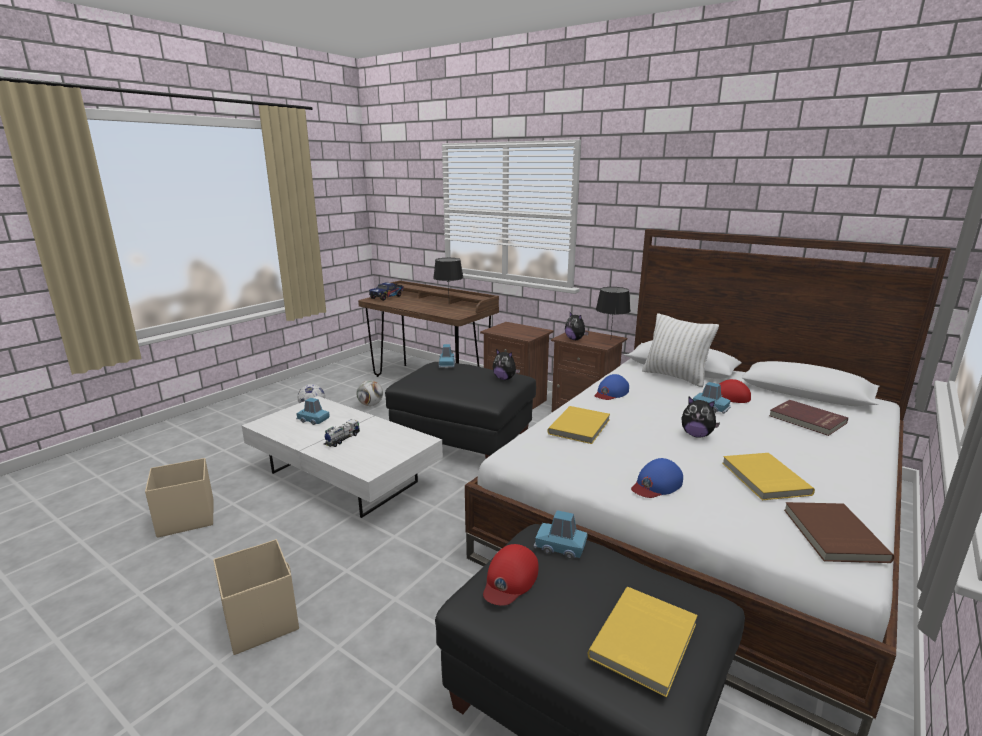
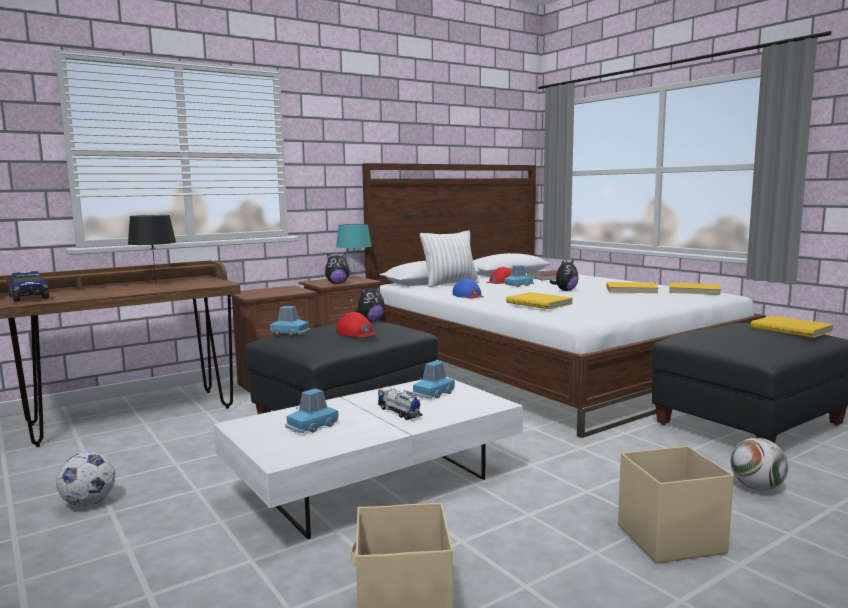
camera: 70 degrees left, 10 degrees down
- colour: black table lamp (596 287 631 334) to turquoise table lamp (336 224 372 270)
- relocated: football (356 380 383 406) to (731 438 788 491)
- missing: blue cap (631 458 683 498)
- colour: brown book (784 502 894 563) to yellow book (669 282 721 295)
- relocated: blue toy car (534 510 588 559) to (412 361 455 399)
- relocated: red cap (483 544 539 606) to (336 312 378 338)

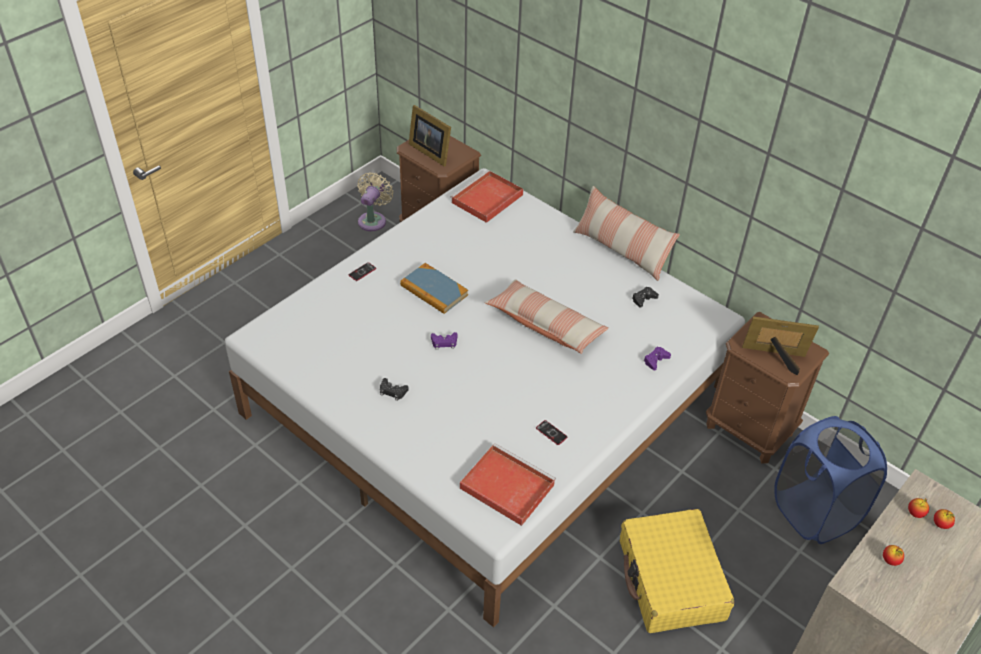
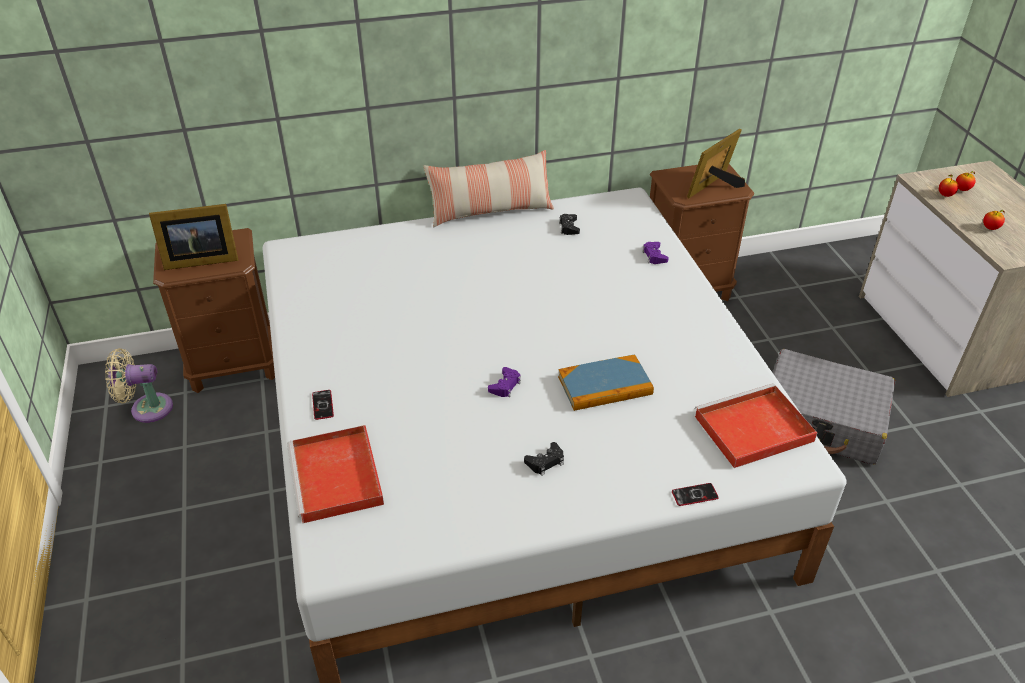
camera: 55 degrees left, 5 degrees down
- relocated: red tray (450 170 523 223) to (287 425 384 523)
- spun: beige fan (358 172 393 231) = (105 348 173 423) 60 degrees counterclockwise
- relocated: book (400 263 468 314) to (558 355 654 411)
- missing: pillow (484 279 609 354)
- missing: blue laundry basket (774 416 887 544)
- relocated: phone (536 420 568 445) to (672 483 719 506)
- colour: yellow suitcase (620 509 734 633) to grey suitcase (773 349 896 465)

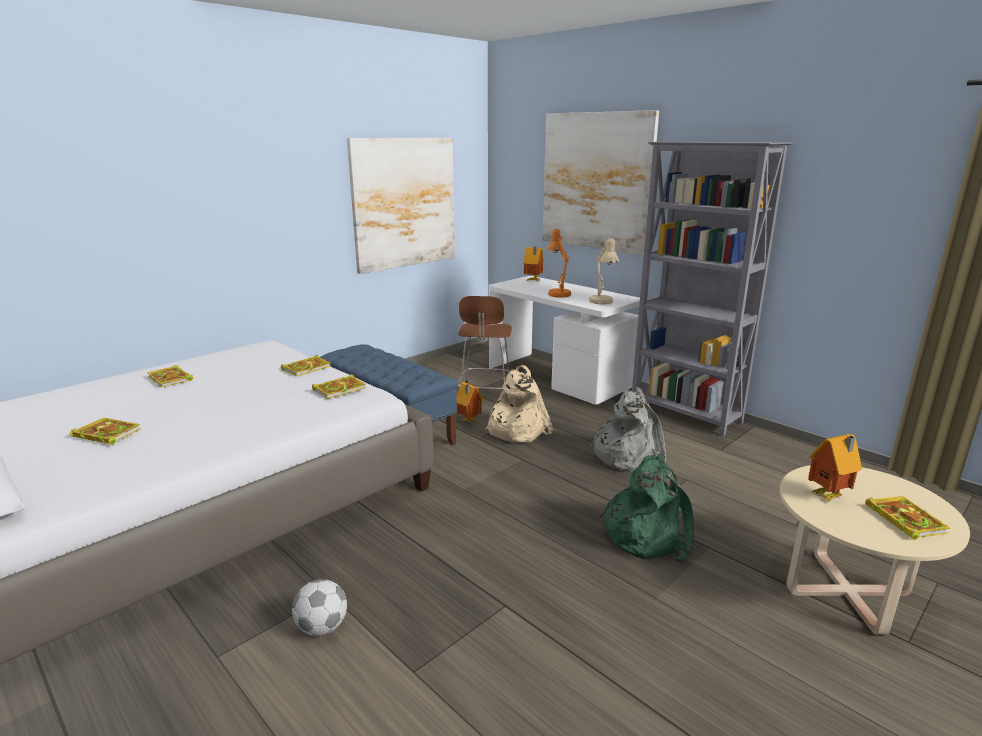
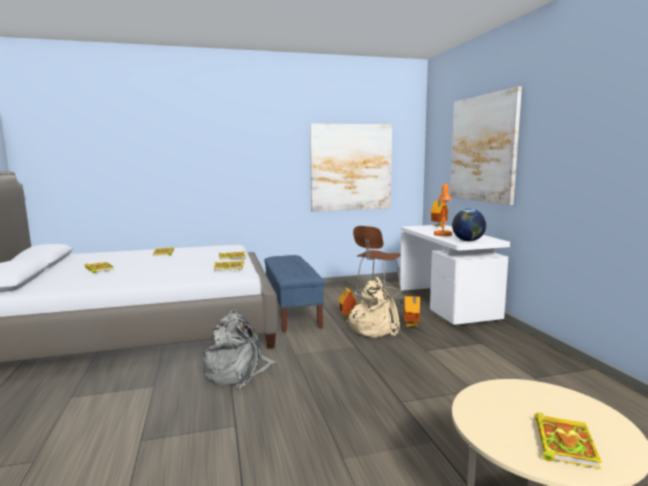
camera: 30 degrees right, 10 degrees down
- missing: grey bookcase (632 142 792 436)
- exchanged: beige table lamp (589 238 619 305) to globe (452 209 486 241)
- relocated: grey backpack (589 387 666 472) to (202 309 278 389)
- relocated: toy house (808 434 862 501) to (404 296 420 327)
- missing: green backpack (600 454 694 562)
- missing: football (292 579 347 636)

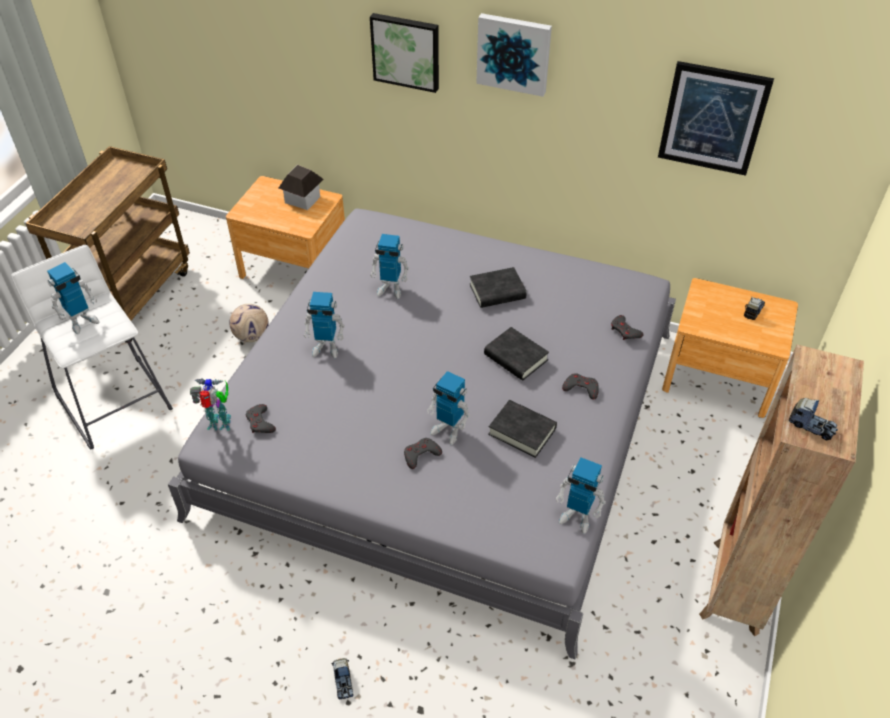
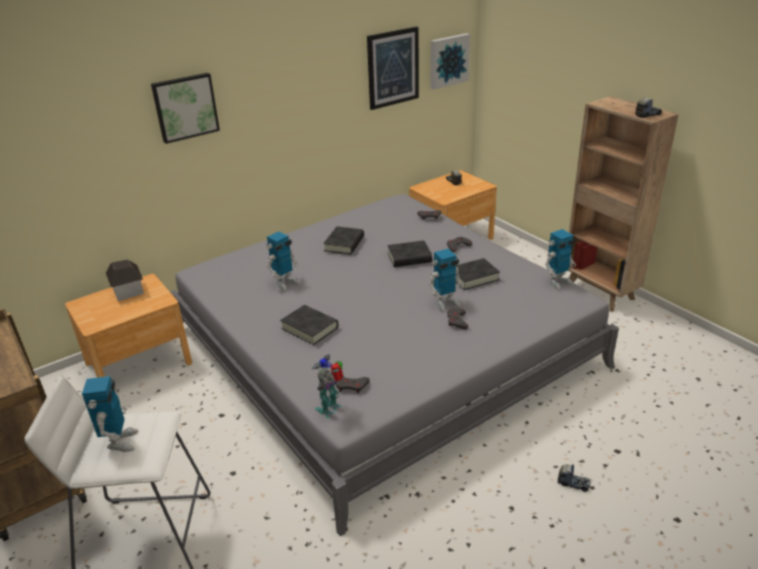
camera: 55 degrees left, 15 degrees down
- relocated: picture (476 13 552 97) to (431 33 470 90)
- exchanged: toy robot (304 292 345 358) to black book (280 305 338 345)
- missing: football (229 304 269 342)

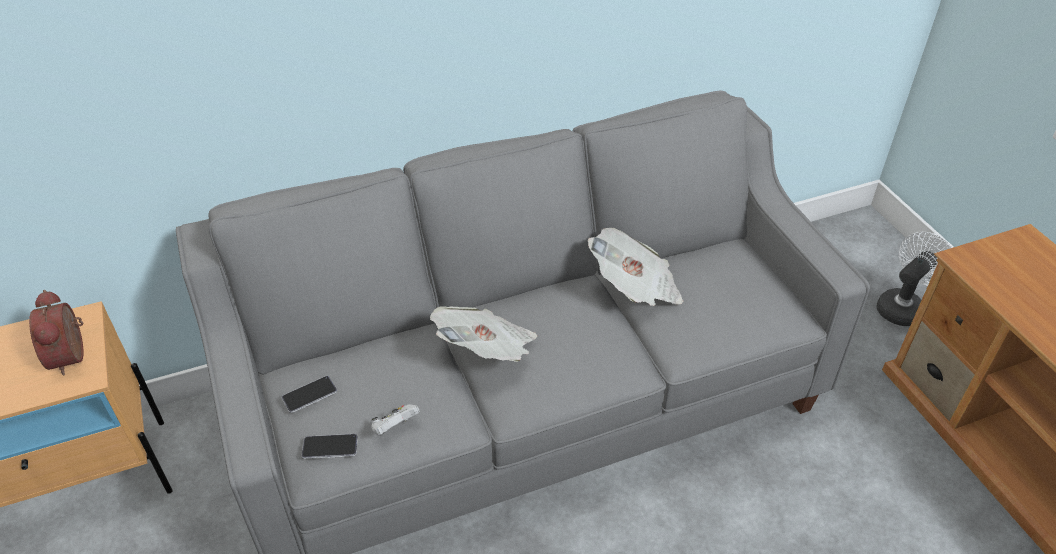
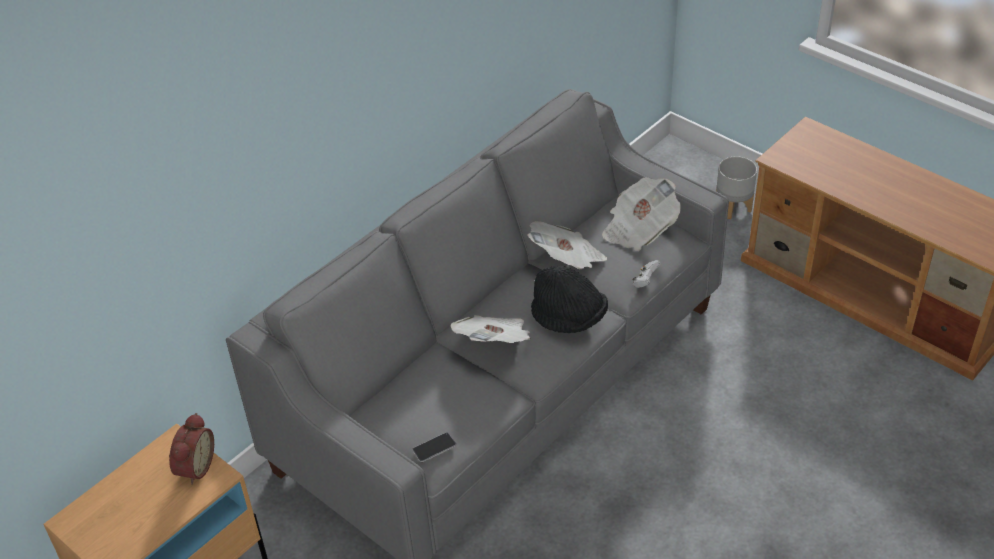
camera: 25 degrees left, 0 degrees up
- exchanged: white fan (876 232 953 326) to grey planter (716 156 757 219)
- spun: alarm clock (29 290 83 376) = (169 413 214 485) 120 degrees counterclockwise
- missing: phone (282 376 337 413)
- relocated: white game controller (371 404 420 435) to (633 260 661 288)
- appeared: newspaper (602 177 681 251)
- appeared: black hat (531 266 608 333)

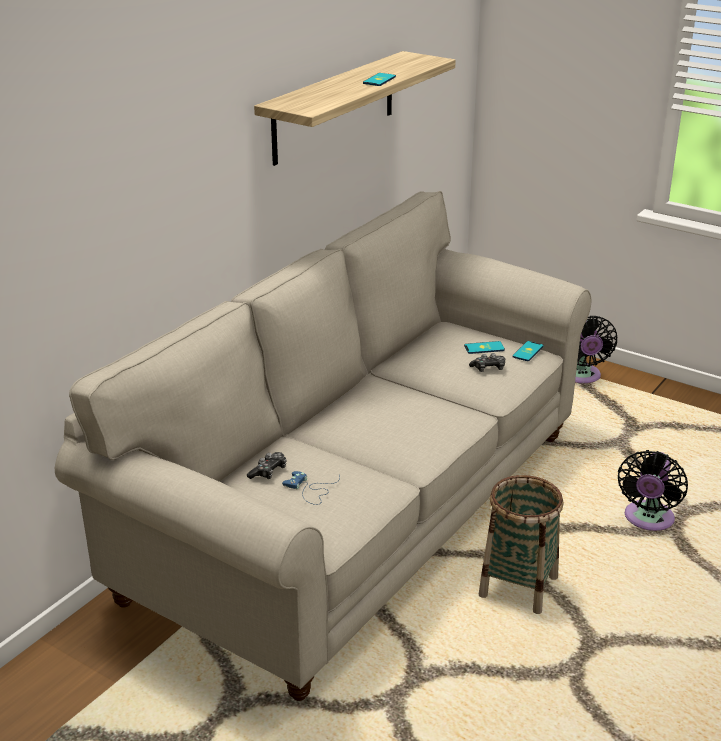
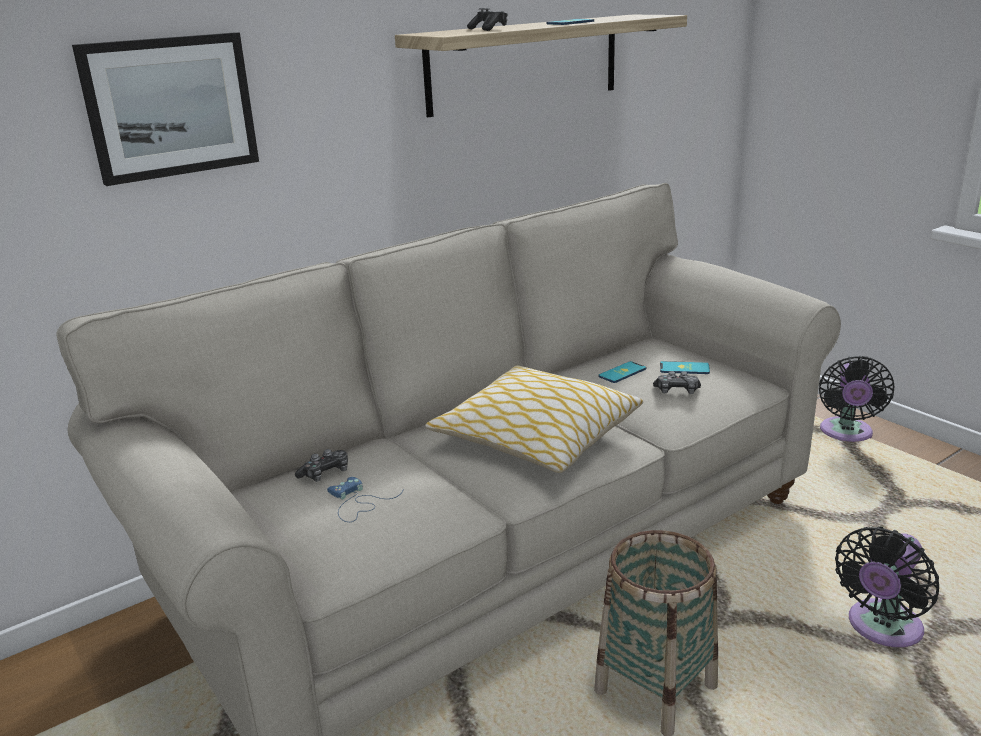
camera: 20 degrees right, 5 degrees down
- relocated: phone (513 341 544 361) to (599 361 646 383)
- appeared: game controller (467 8 508 31)
- appeared: picture (72 32 259 186)
- appeared: pillow (425 365 643 473)

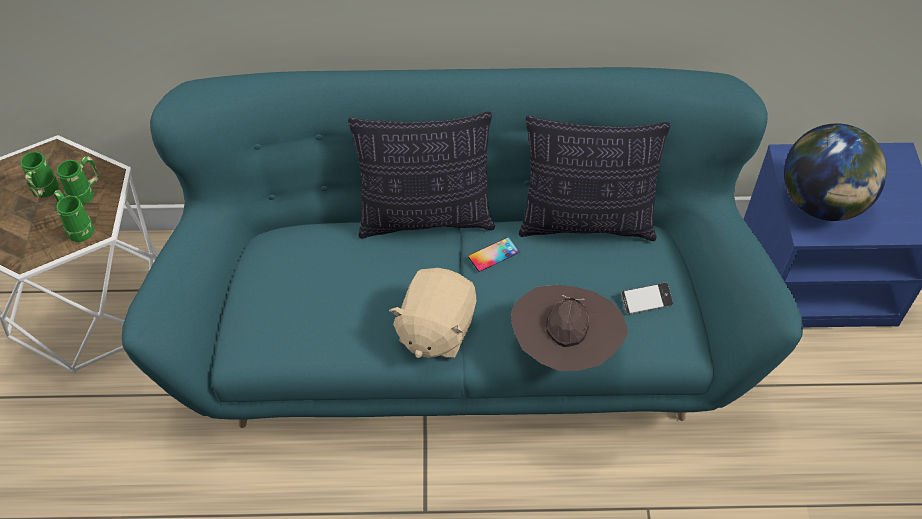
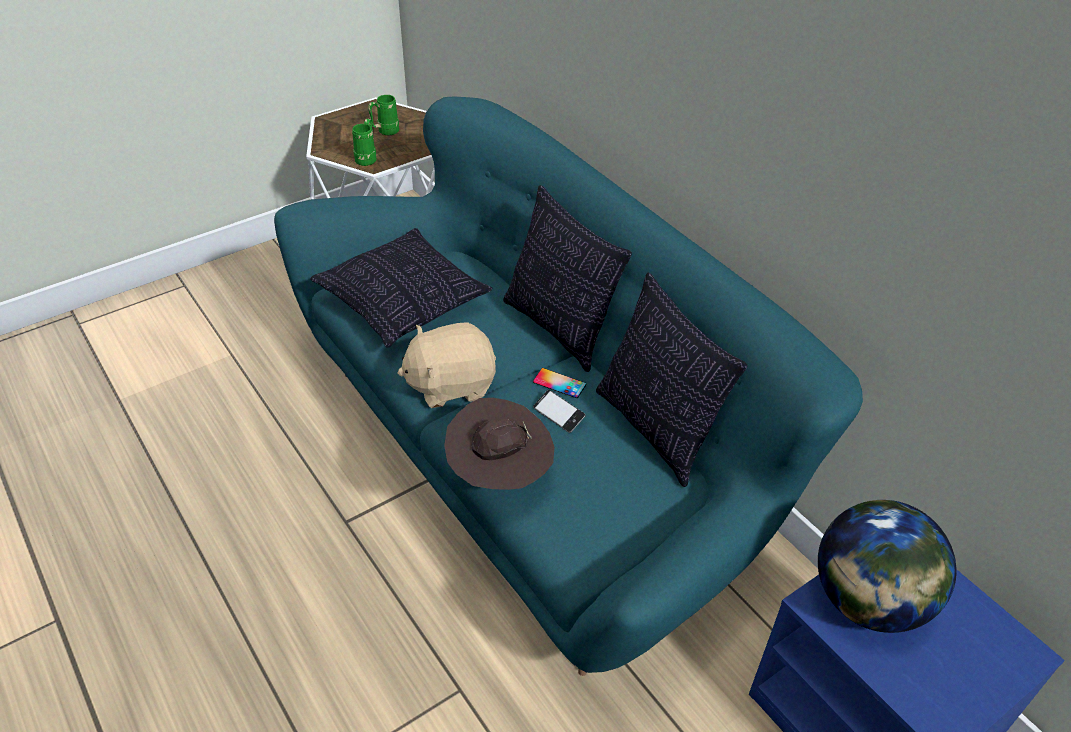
camera: 55 degrees right, 10 degrees down
- missing: green mug (57 156 99 205)
- relocated: phone (621 283 673 315) to (533 390 586 433)
- appeared: pillow (310 228 493 348)

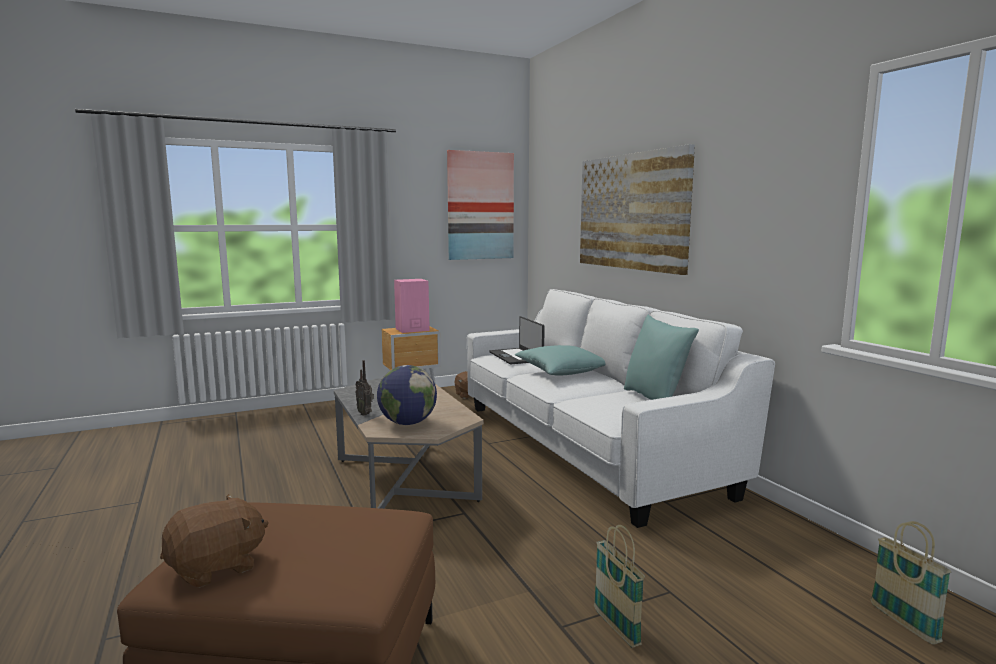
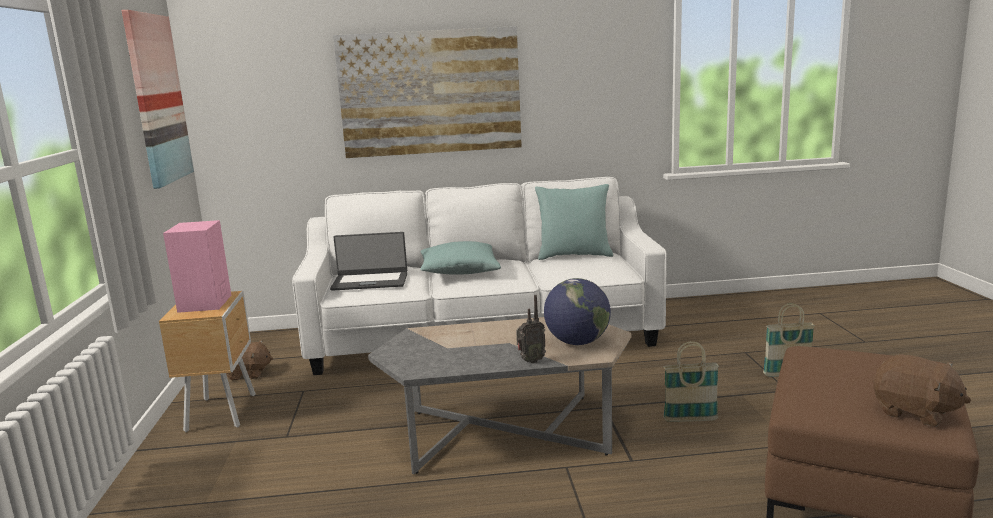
camera: 70 degrees left, 5 degrees up
- spun: brown plush toy (160 494 268 588) = (873 354 971 427) 150 degrees clockwise
- relocated: basket (871 521 951 644) to (663 341 719 422)

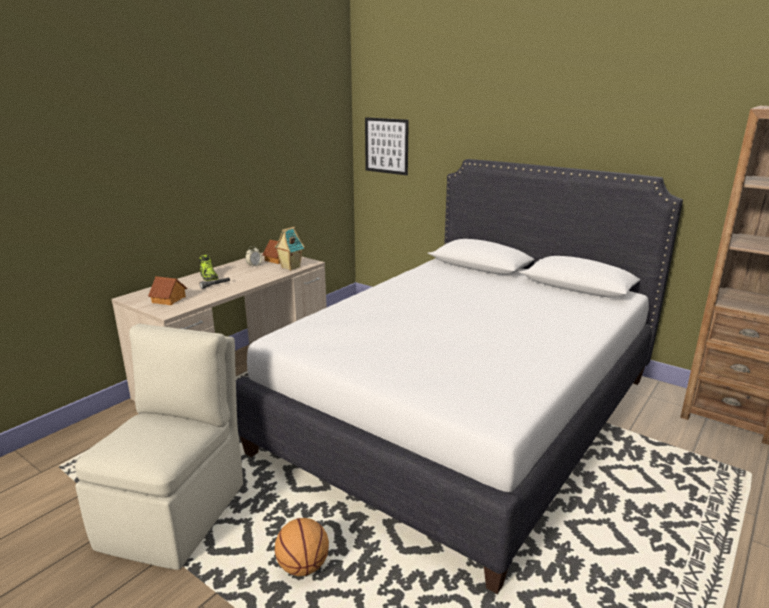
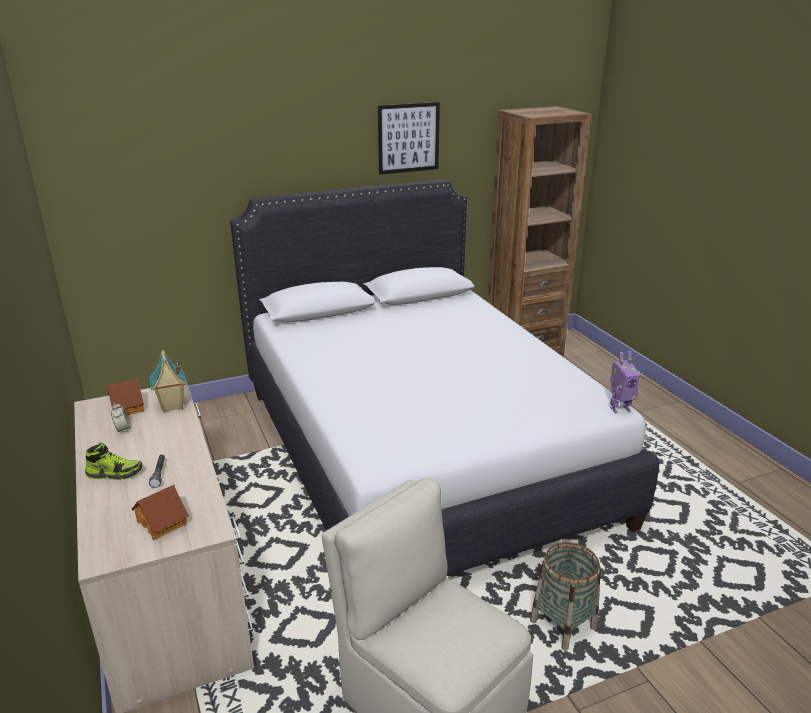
camera: 60 degrees left, 5 degrees up
- relocated: picture (365 117 409 175) to (378 102 440 175)
- exchanged: basketball (275 518 329 576) to basket (530 542 601 651)
- appeared: toy robot (610 351 641 413)

